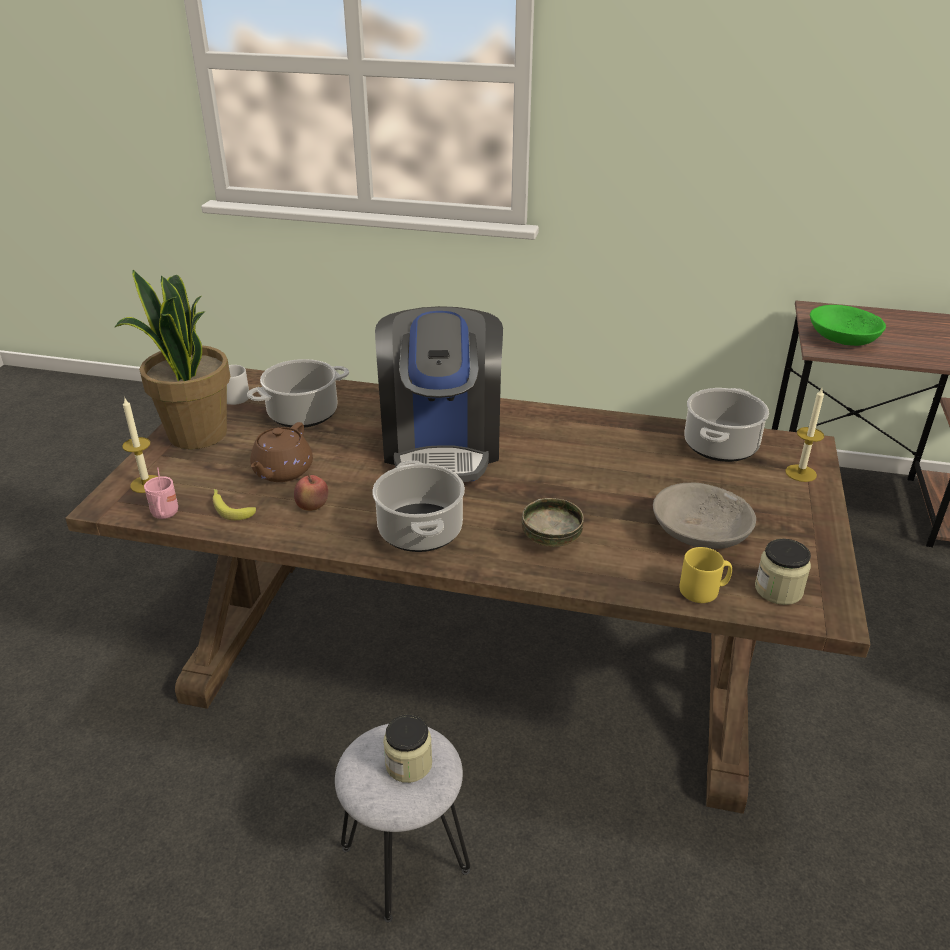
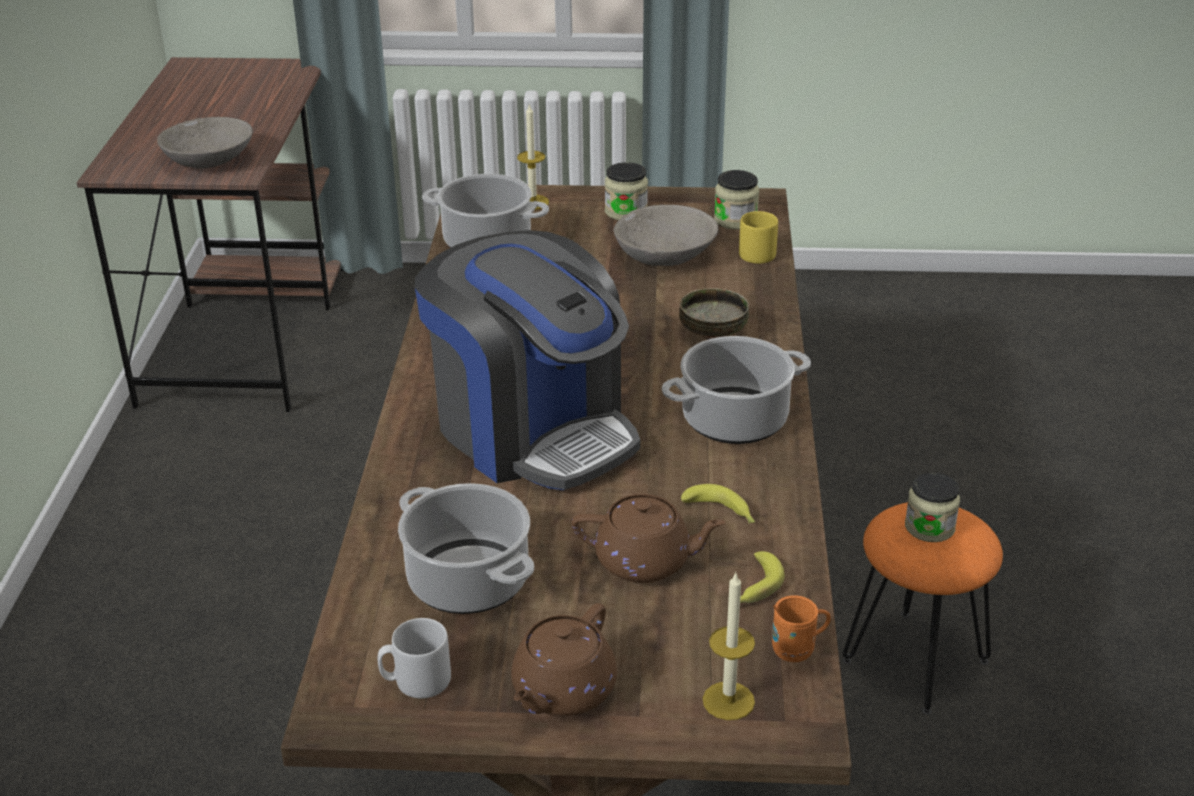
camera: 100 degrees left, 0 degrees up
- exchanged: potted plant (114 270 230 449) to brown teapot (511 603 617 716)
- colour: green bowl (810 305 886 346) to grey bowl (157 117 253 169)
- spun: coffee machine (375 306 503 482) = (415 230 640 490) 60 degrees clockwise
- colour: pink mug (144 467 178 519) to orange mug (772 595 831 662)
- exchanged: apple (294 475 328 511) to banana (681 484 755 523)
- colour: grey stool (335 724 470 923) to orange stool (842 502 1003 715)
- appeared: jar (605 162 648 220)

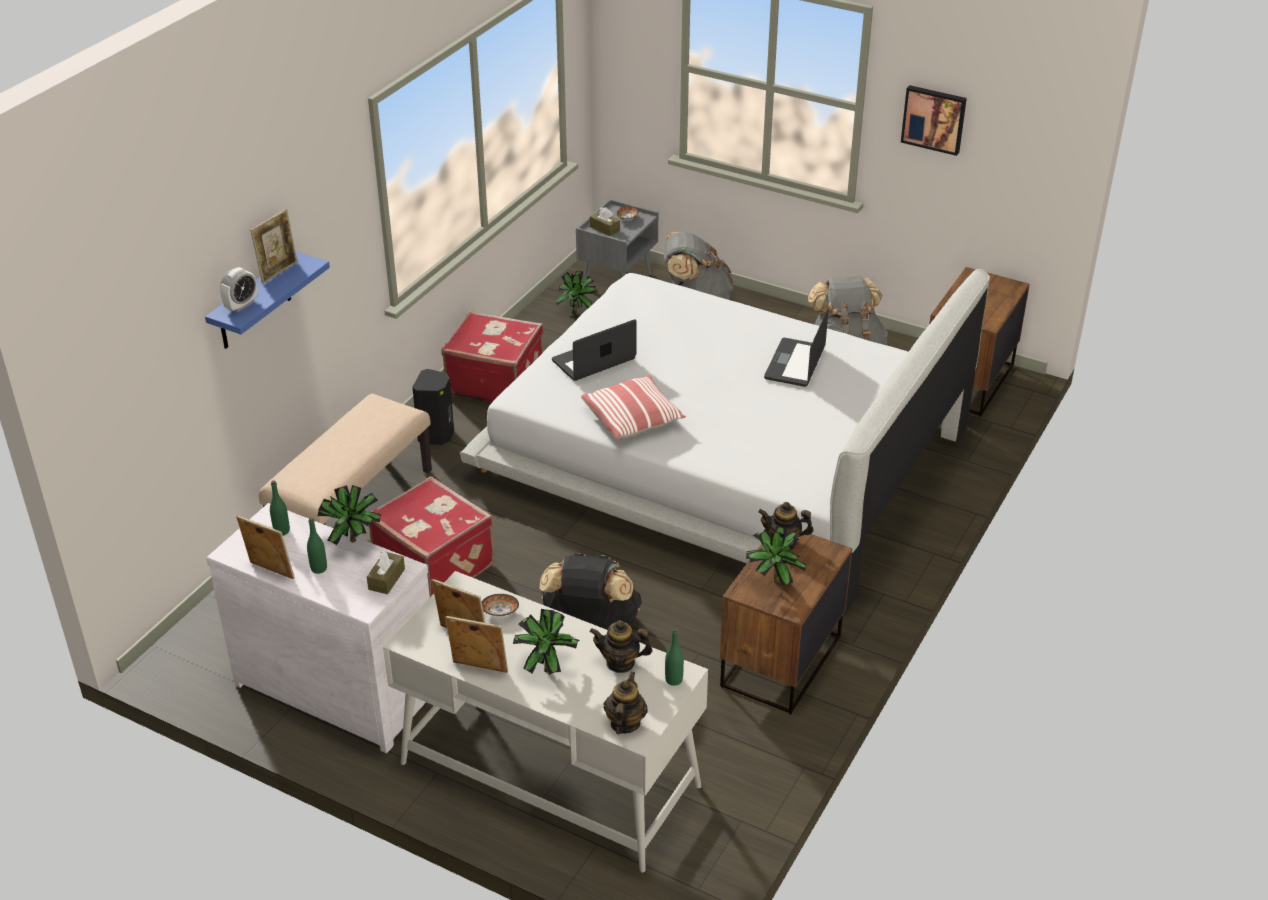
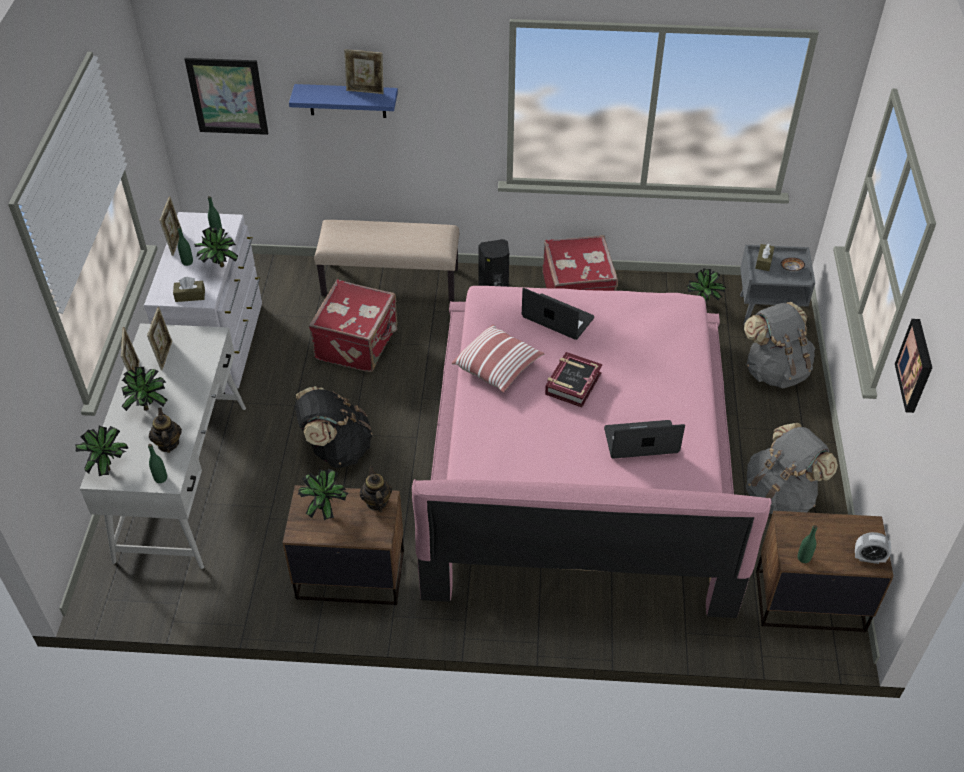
camera: 65 degrees right, 10 degrees up
- relocated: alarm clock (220 267 257 312) to (855 532 891 564)
- colour: white bed (460 269 990 616) to pink bed (412 286 772 618)
- missing: bowl (482 594 519 616)
- exchanged: teapot (603 672 648 734) to potted plant (75 425 129 476)
- appeared: picture (184 58 268 135)
- appeared: book (545 352 602 407)
- appeared: green bottle (798 525 817 563)

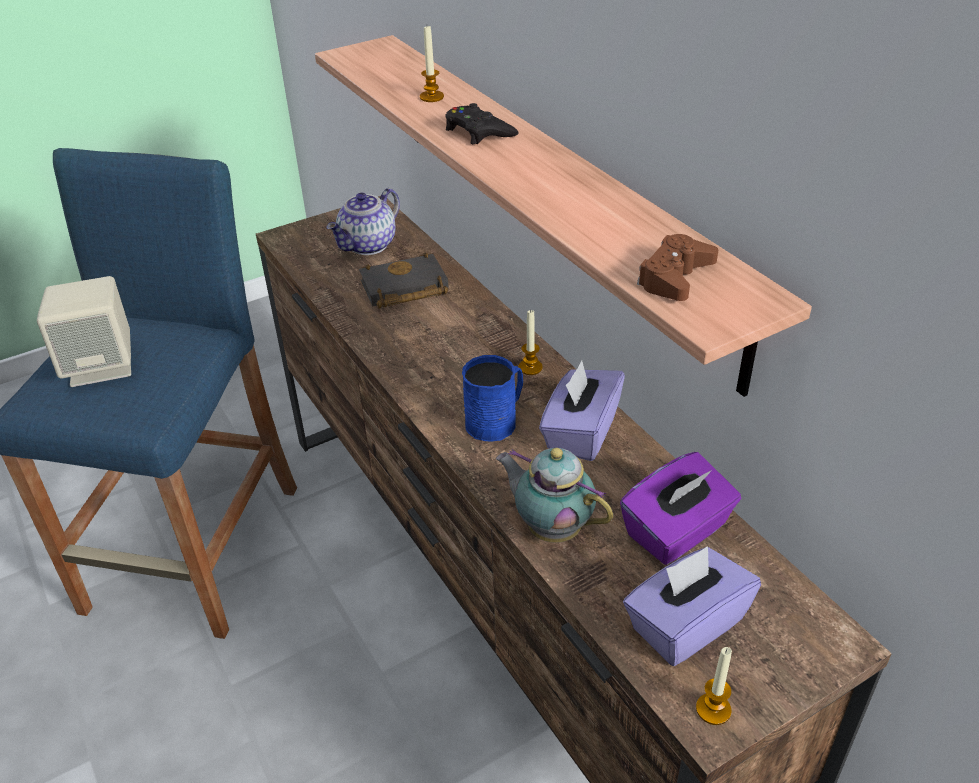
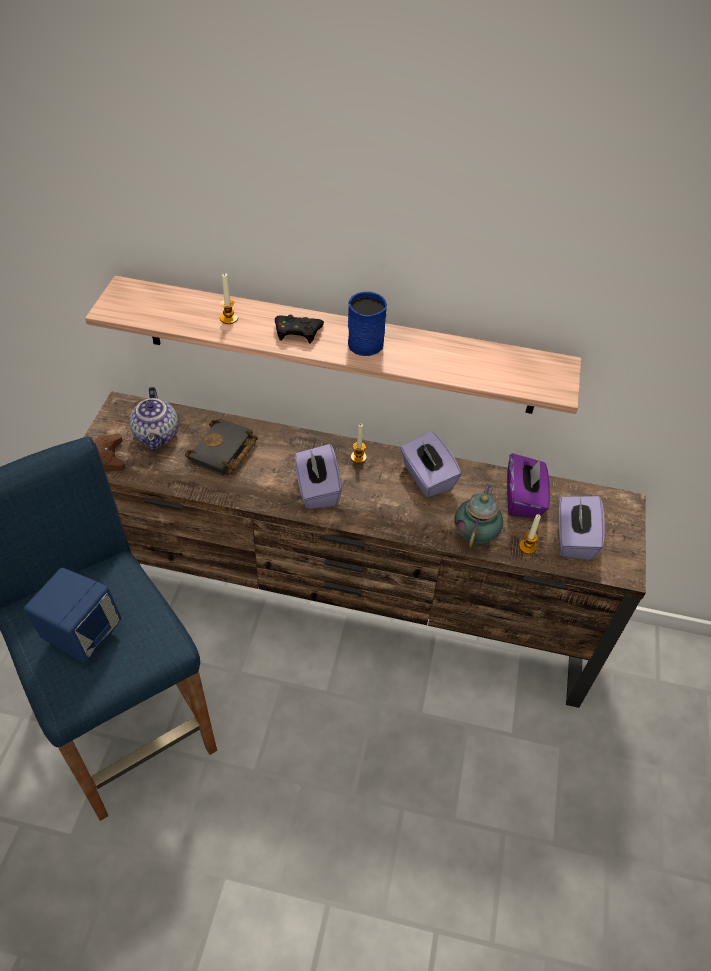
camera: 50 degrees left, 10 degrees up
- relocated: brown game controller (637 234 718 301) to (94 434 125 472)
- colour: beige speaker (37 276 131 387) to blue speaker (24 568 121 664)
- relocated: blue mug (462 355 523 442) to (348 292 387 356)
- spun: teapot (496 448 613 543) = (454 483 503 549) 120 degrees clockwise
- relocated: candle (696 647 732 725) to (519 514 541 554)
- appeared: purple tissue box (295 444 342 509)

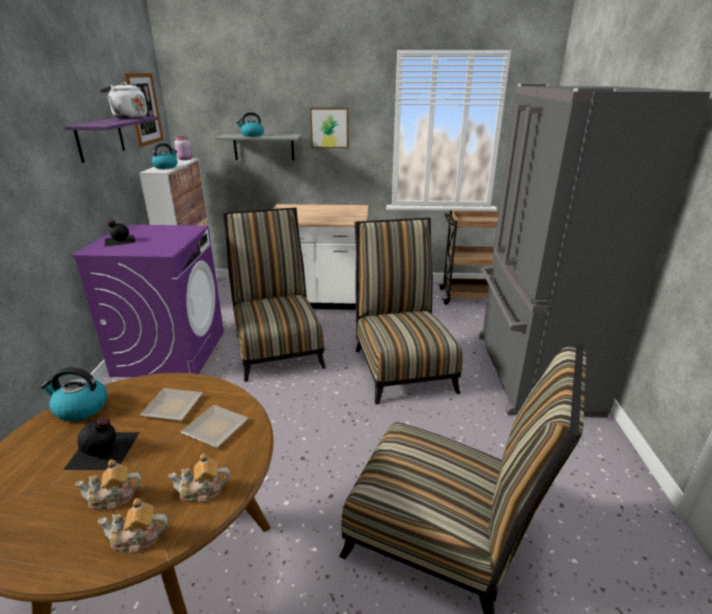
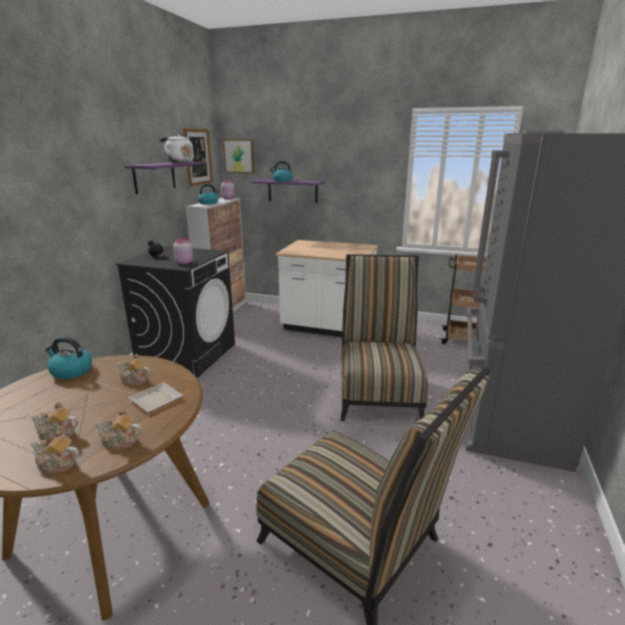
camera: 15 degrees right, 5 degrees down
- relocated: picture (310 108 349 148) to (223 140 255 173)
- colour: grey shelf (214 134 302 161) to purple shelf (251 179 325 203)
- missing: chair (222 207 326 382)
- colour: purple washing machine (71 225 224 378) to black washing machine (115 246 235 378)
- exchanged: plate (140 388 203 421) to teapot (117 354 150 386)
- missing: black bottle (63 417 140 470)
- appeared: pink jar (173 238 193 265)

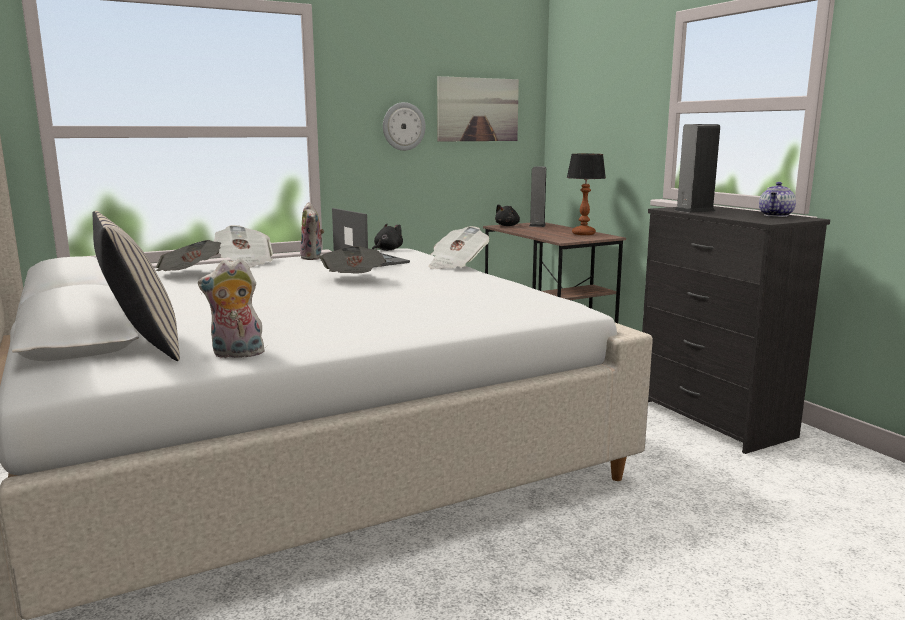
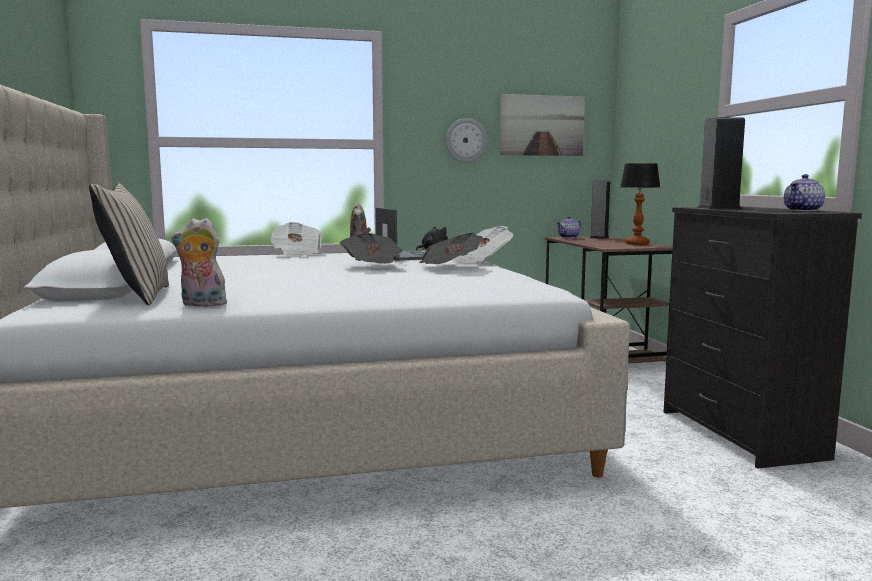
camera: 15 degrees right, 5 degrees down
- exchanged: black plush toy (495 204 520 226) to teapot (556 216 582 238)
- relocated: newspaper (156 240 221 271) to (419 233 483 264)

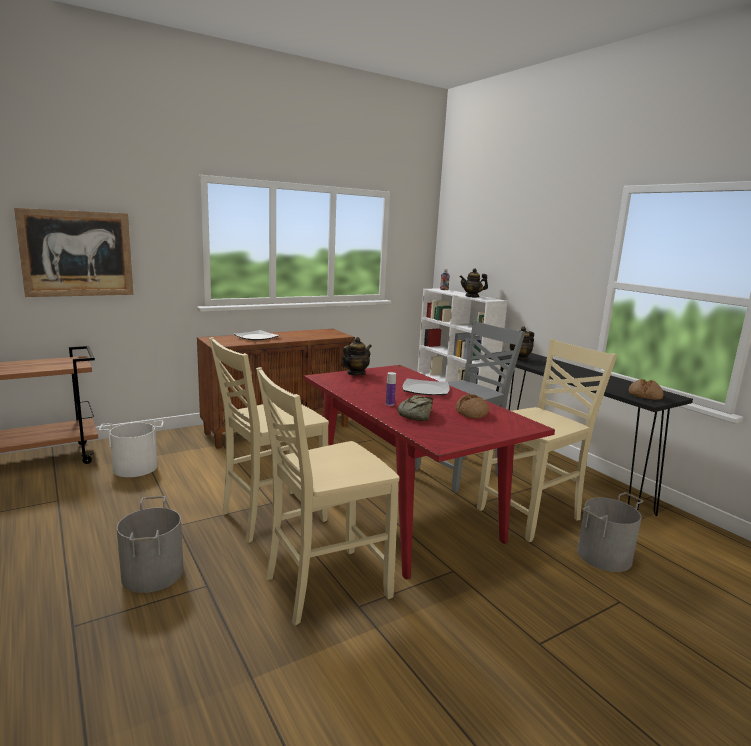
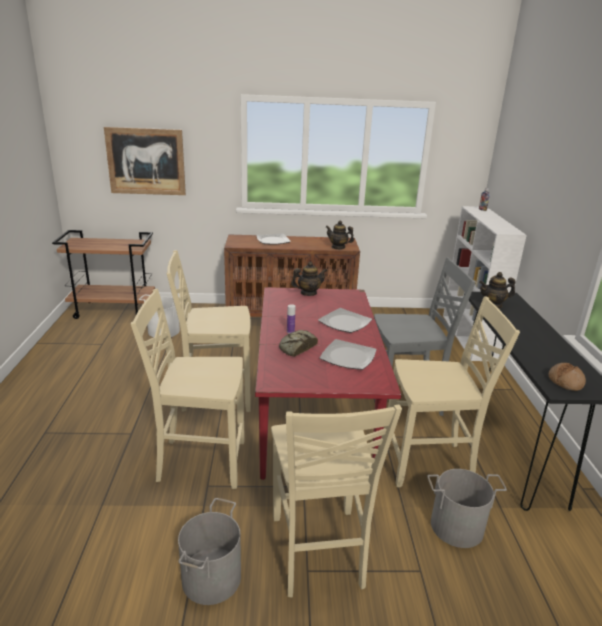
camera: 30 degrees right, 10 degrees up
- relocated: teapot (460 268 488 297) to (326 220 354 250)
- exchanged: bread (456 394 489 419) to plate (320 339 377 370)
- relocated: grey bucket (117 496 184 593) to (178 498 241 605)
- appeared: beige chair (271 405 402 598)

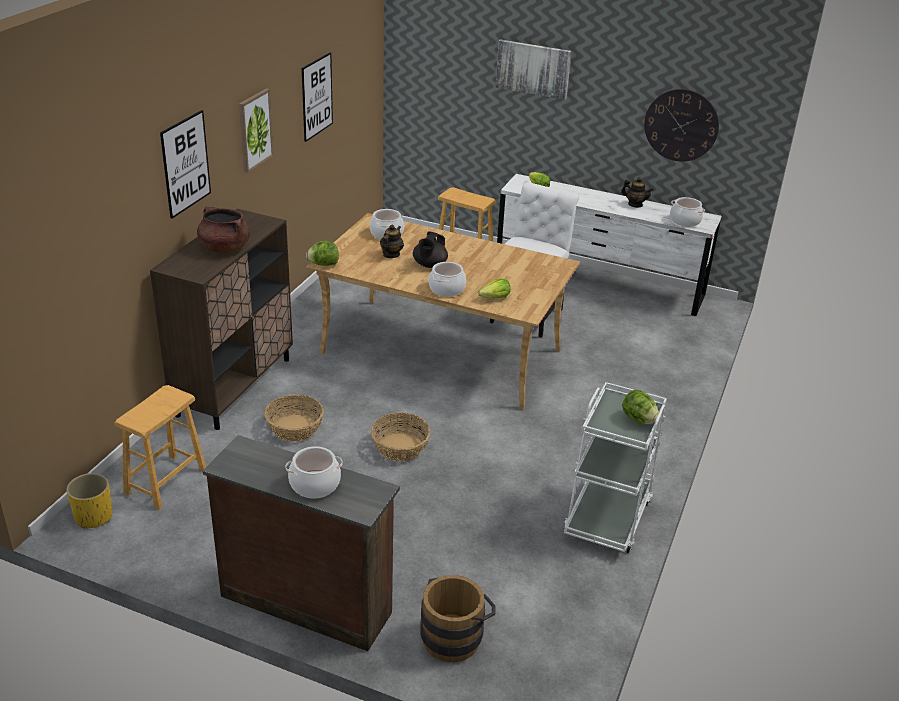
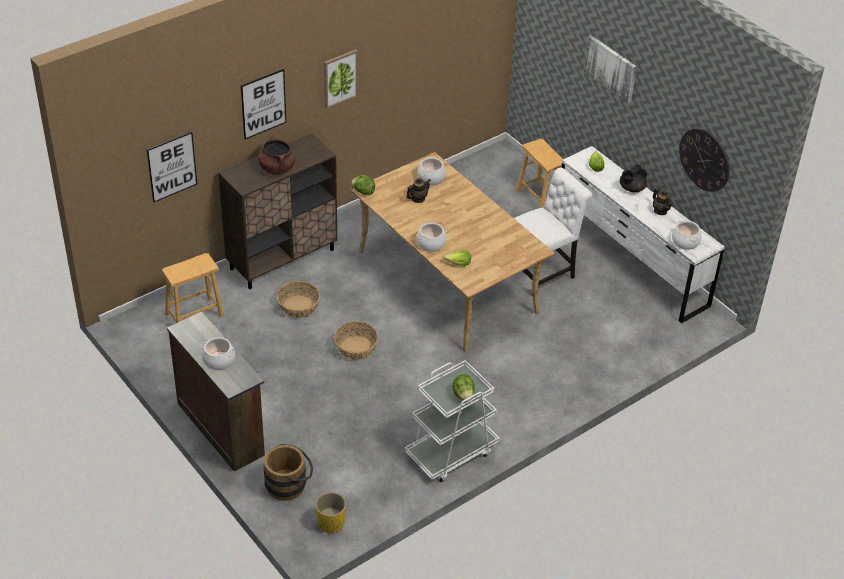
camera: 30 degrees right, 10 degrees up
- relocated: picture (302 53 333 142) to (147 132 197 202)
- relocated: black teapot (413 231 448 268) to (620 164 647 192)
- relocated: yellow planter (66 473 112 529) to (316 492 346 533)

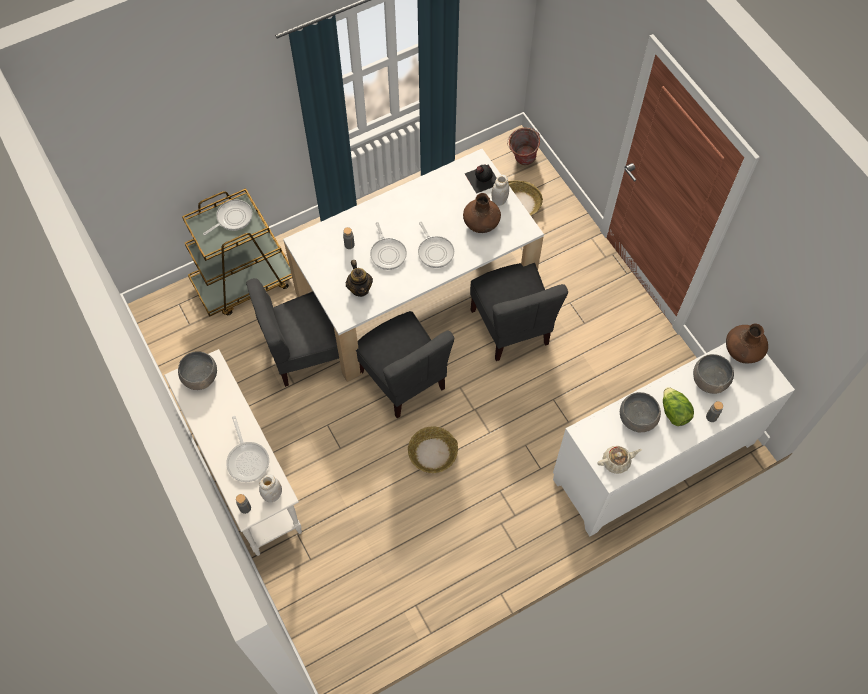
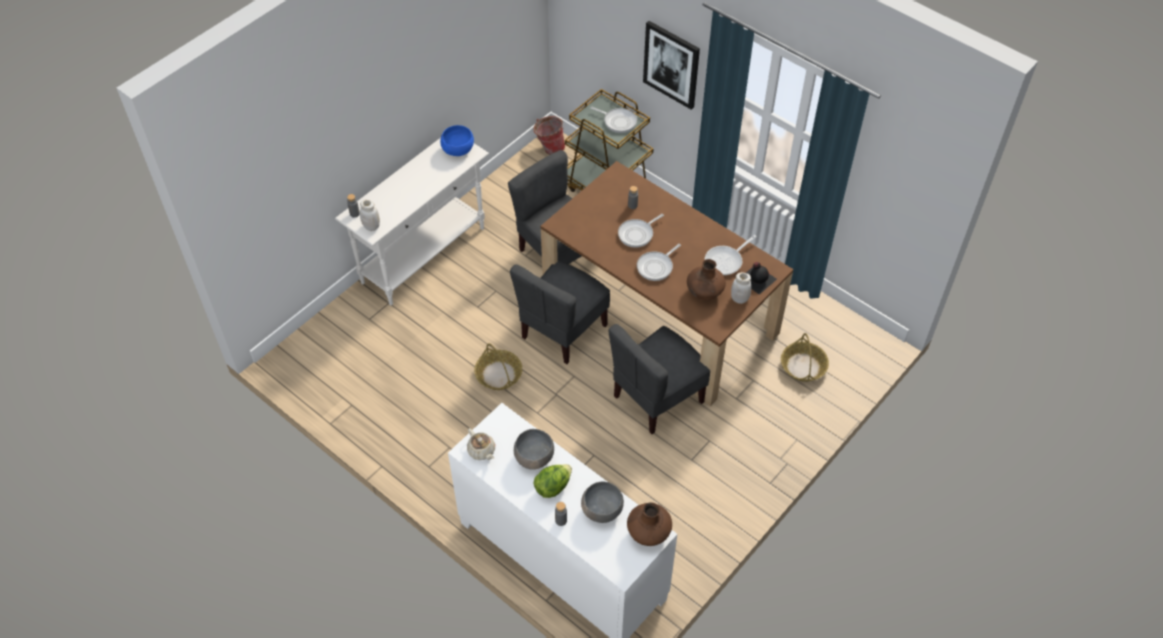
camera: 70 degrees right, 10 degrees down
- relocated: bucket (507 127 540 165) to (534 116 565 155)
- colour: white dining table (283 149 544 382) to brown dining table (541 161 793 406)
- missing: teapot (346 260 373 297)
- colour: grey bowl (178 351 217 390) to blue bowl (440 125 474 156)
- relocated: frying pan (226 416 269 482) to (705 235 757 275)
- appeared: picture (643 21 700 110)

